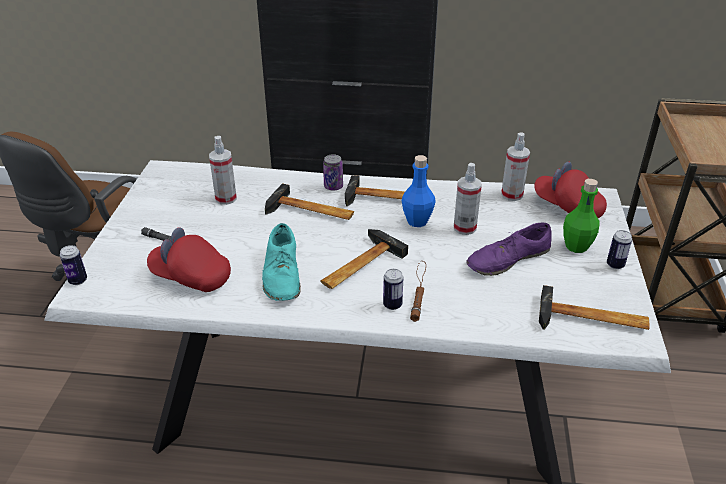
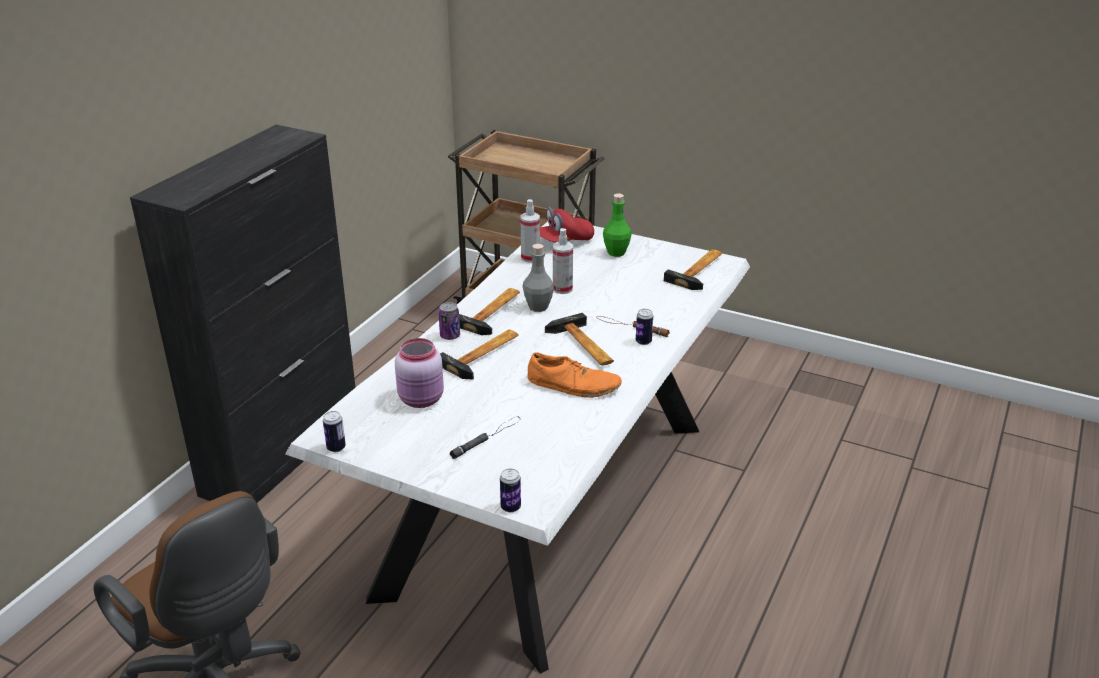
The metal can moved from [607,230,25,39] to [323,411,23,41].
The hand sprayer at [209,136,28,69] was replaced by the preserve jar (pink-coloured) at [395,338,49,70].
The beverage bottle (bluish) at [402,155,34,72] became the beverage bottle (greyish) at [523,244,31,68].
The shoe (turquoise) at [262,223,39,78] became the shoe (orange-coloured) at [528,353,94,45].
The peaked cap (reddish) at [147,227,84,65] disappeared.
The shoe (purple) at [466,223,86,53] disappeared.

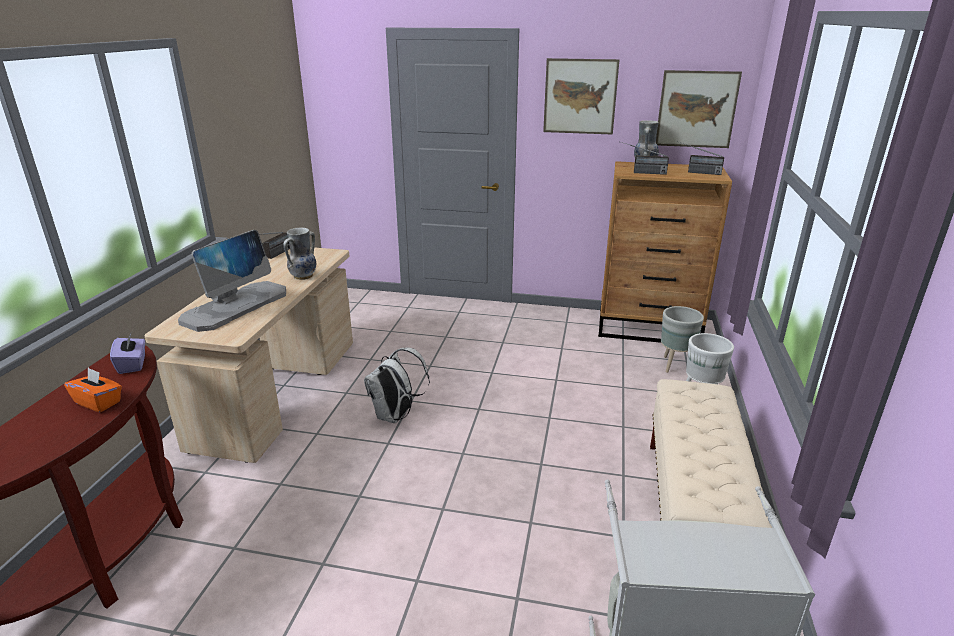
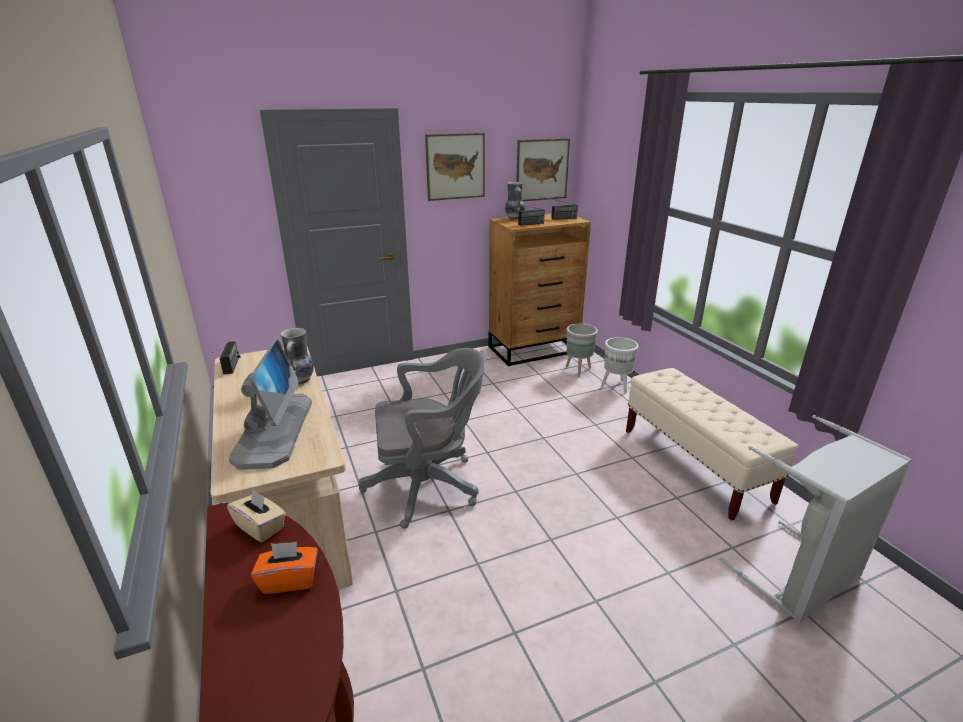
The box of tissues (purple) at [110,334,35,40] became the box of tissues (sand-coloured) at [227,489,59,54].
The backpack (whitish) at [364,347,66,76] was replaced by the desk chair (greyish) at [359,348,126,181].

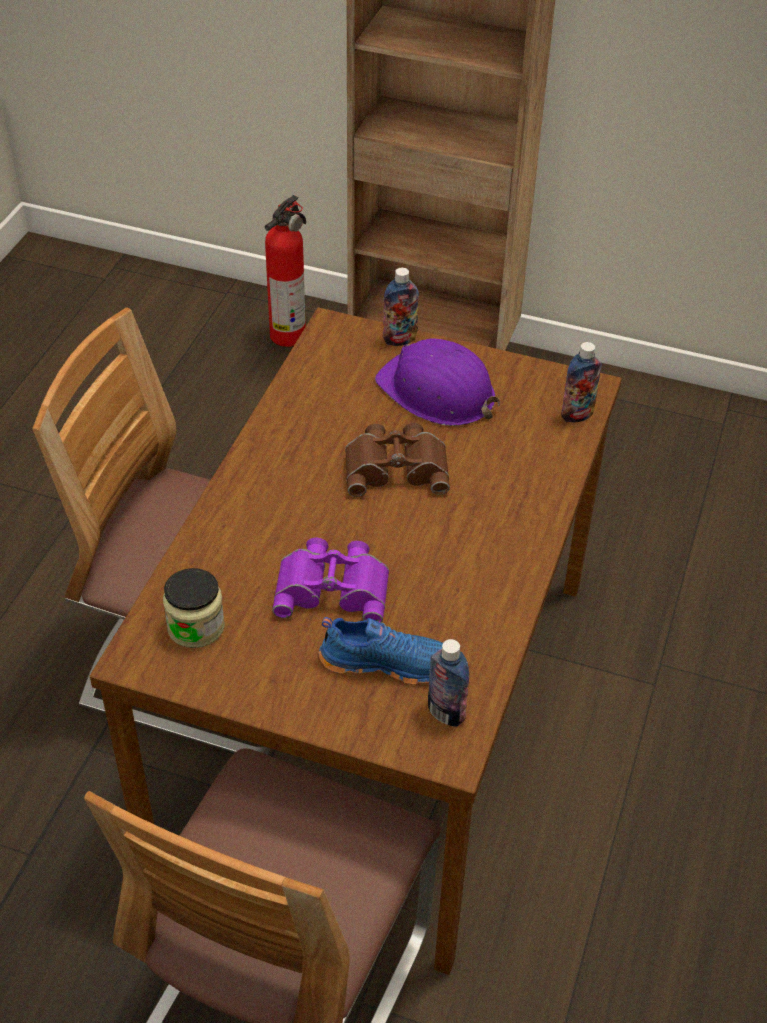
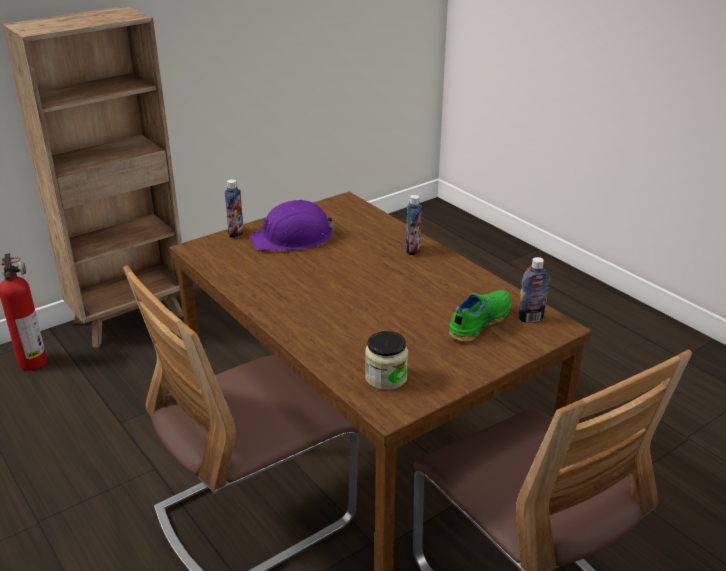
The beverage bottle moved from [561,342,41,80] to [406,195,16,60].
The shoe (bluish) at [319,617,124,67] became the shoe (green) at [448,290,63,52].
The pair of binoculars (purple) at [272,537,117,85] disappeared.
The pair of binoculars (brown-coloured) at [345,423,105,74] disappeared.

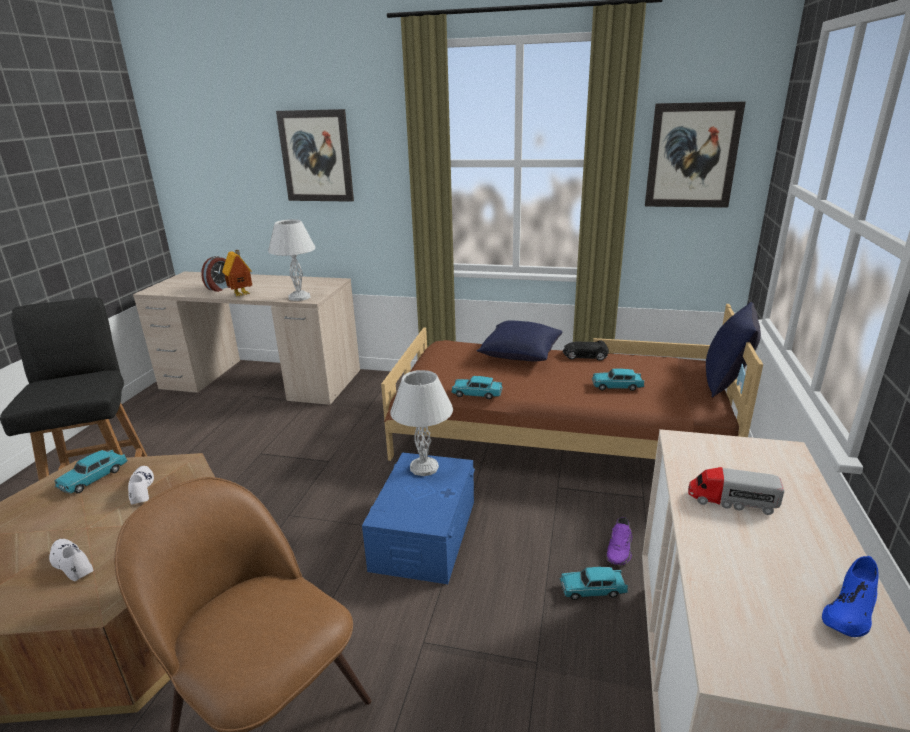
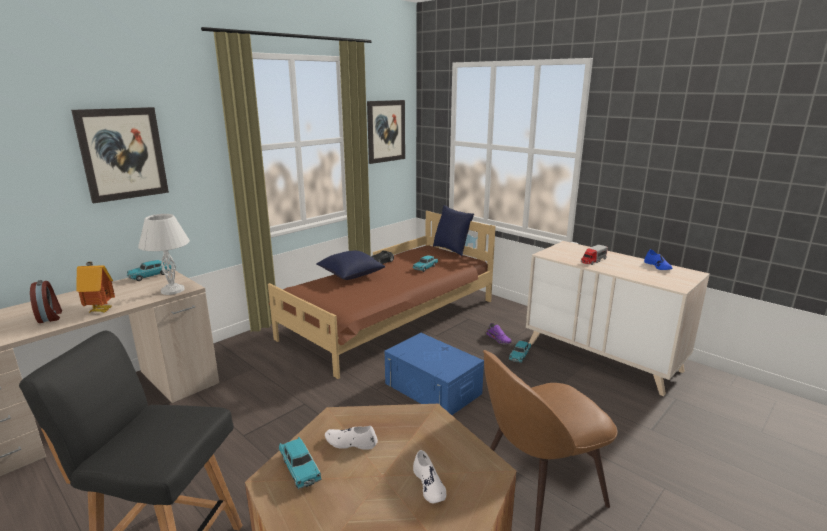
The model car (turquoise) moved from [451,376,52,23] to [127,260,45,21].
The shoe (whitish) at [49,539,45,42] turned 90 degrees counterclockwise.
The lamp for a table (whitish) at [390,370,63,106] disappeared.

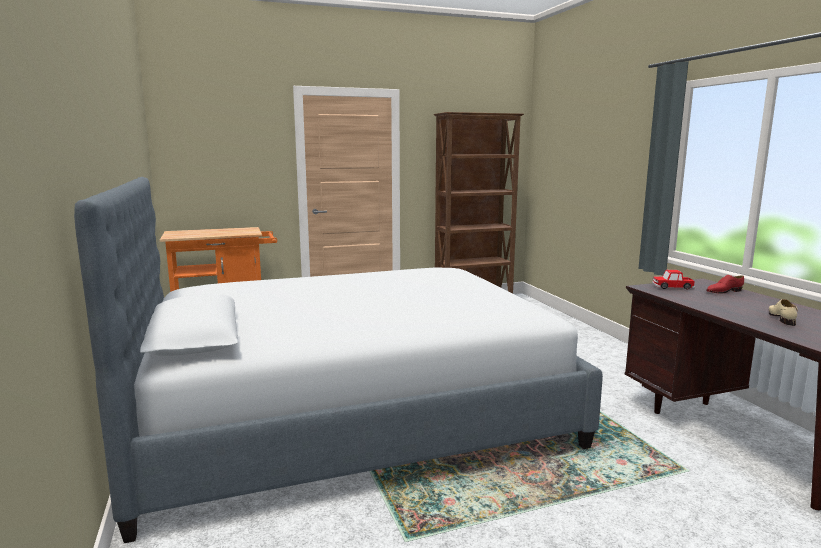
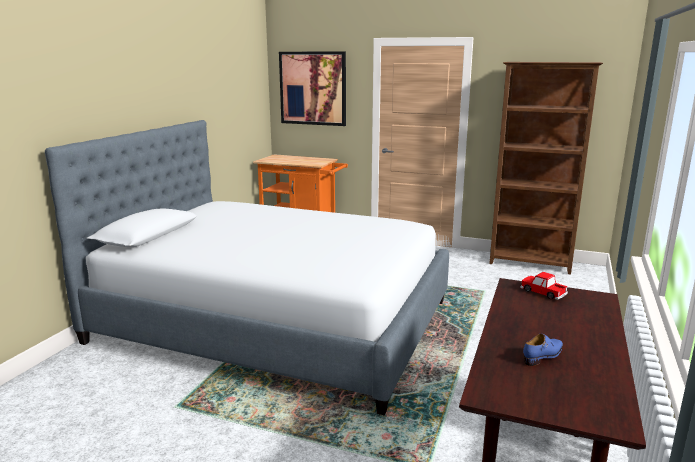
The wall picture at [279,52,67,74] appeared.
The shoe (sand-coloured) at [769,299,29,27] became the shoe (bluish) at [523,334,40,32].
The shoe (reddish) at [707,275,37,19] disappeared.

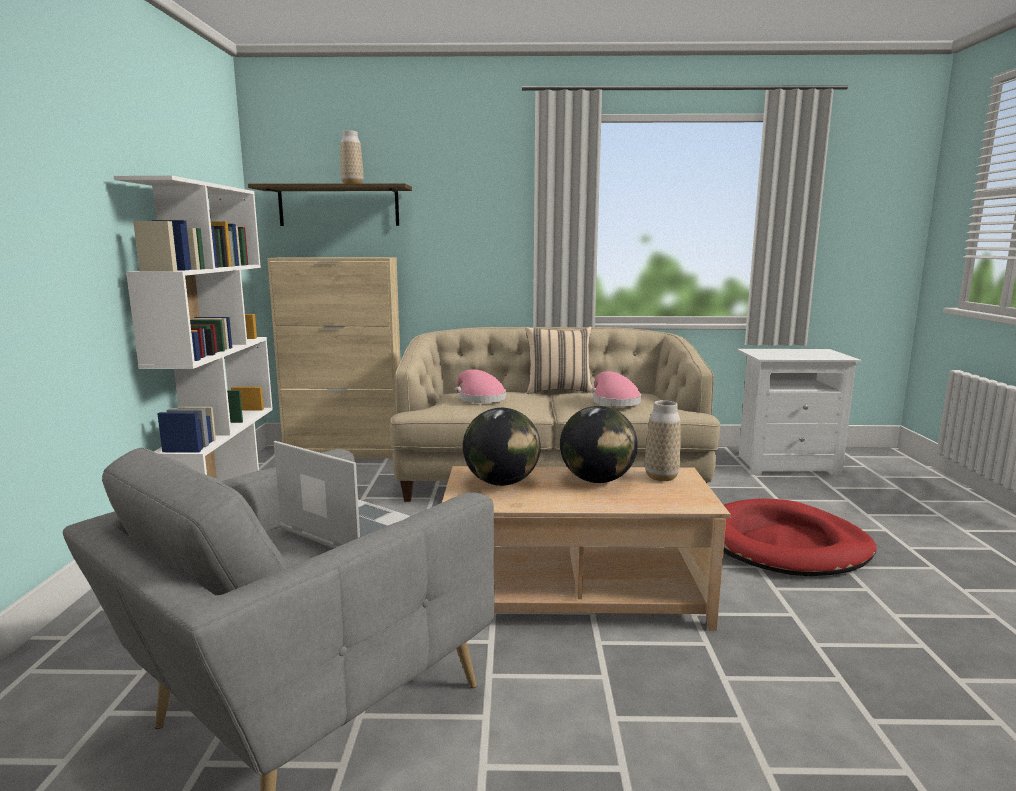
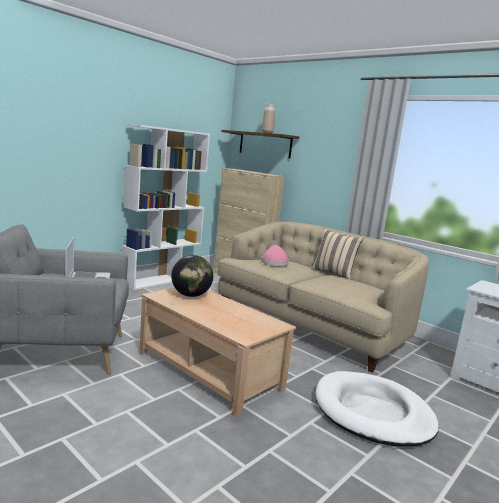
The dog cushion (reddish) at [723,498,153,78] became the dog cushion (whitish) at [315,371,124,76].
The desk globe at [560,406,78,77] disappeared.
The clothing hat (pink-coloured) at [591,371,50,36] disappeared.
The decorative vase at [645,400,36,81] disappeared.

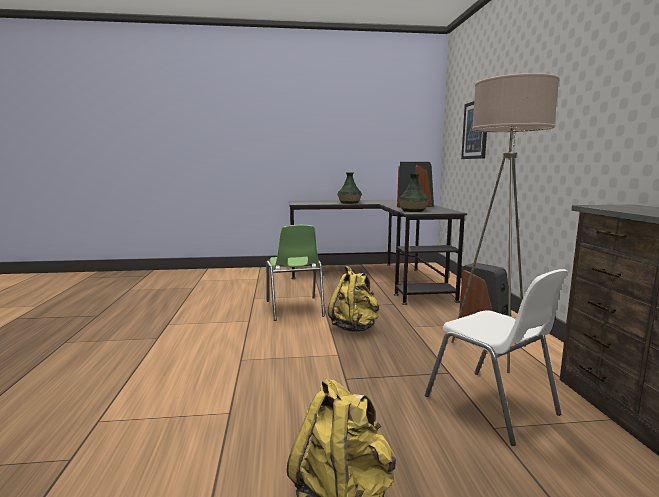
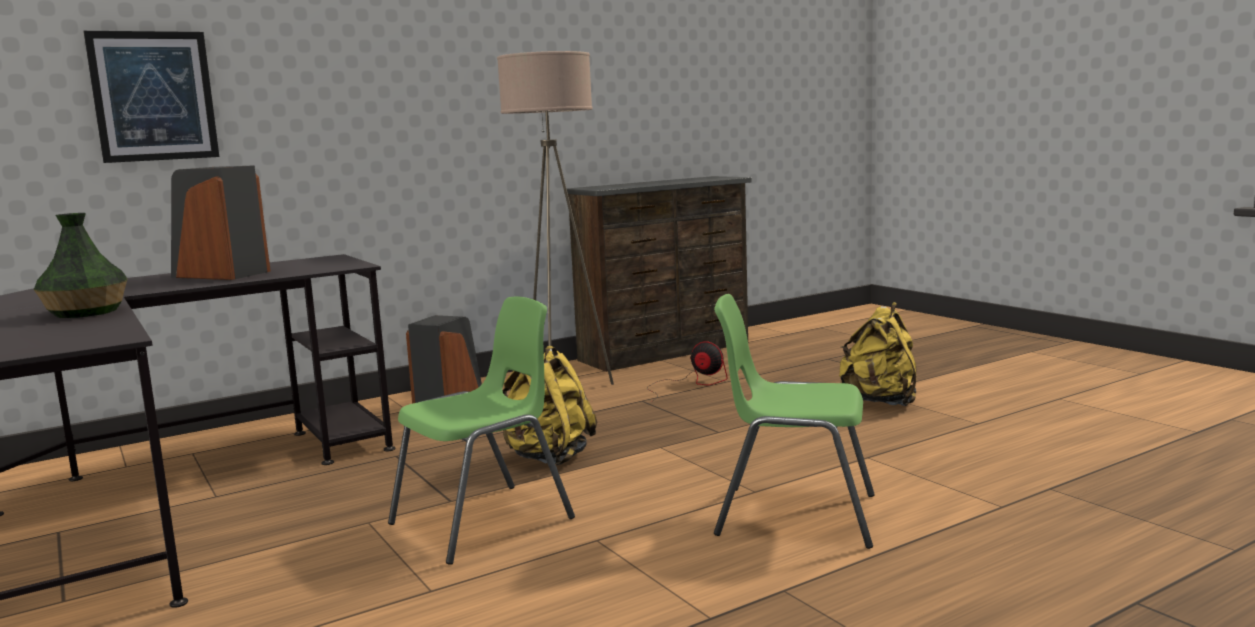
The upright chair (whitish) at [425,269,143,177] was replaced by the fan at [648,341,80,60].
The upright chair (green) at [714,294,161,255] appeared.
The decorative vase at [398,174,31,38] disappeared.

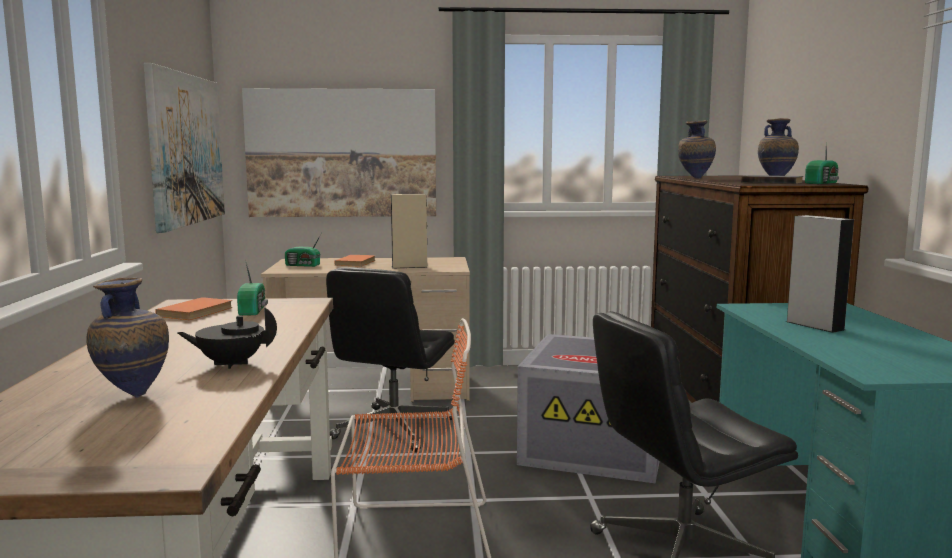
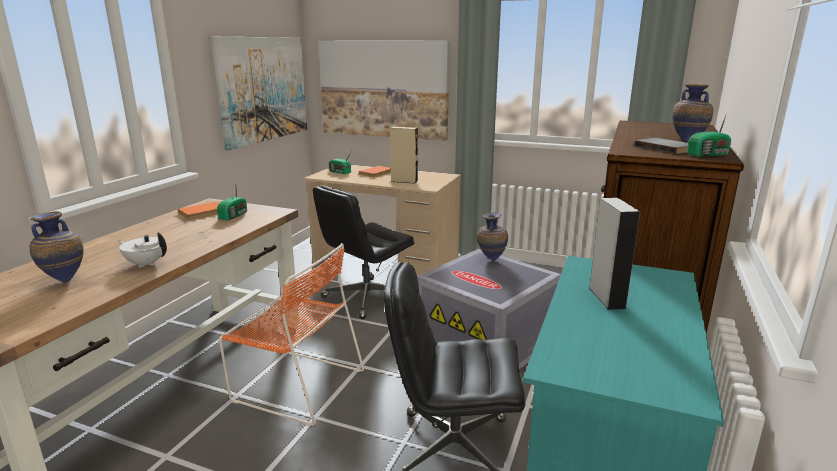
The teapot (black) at [177,307,100,62] became the teapot (whitish) at [117,232,50,36].
The decorative vase moved from [678,120,38,59] to [477,212,31,49].

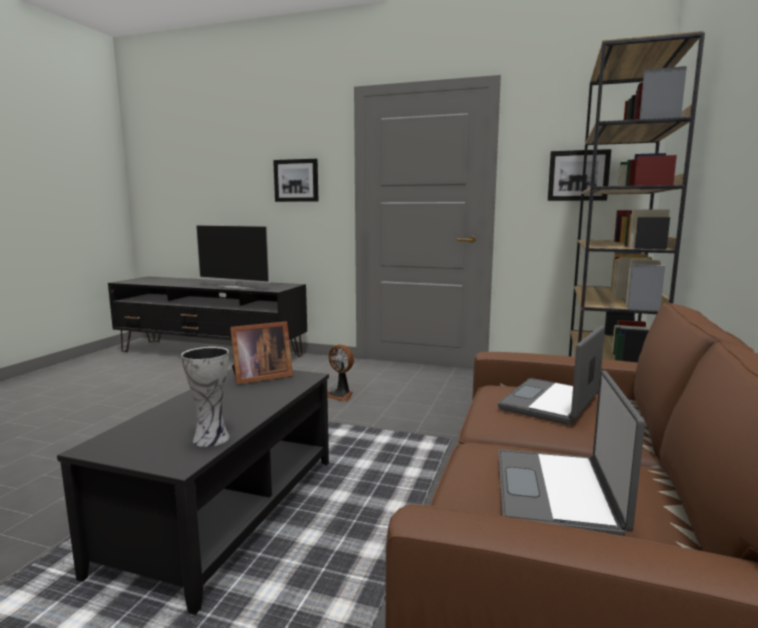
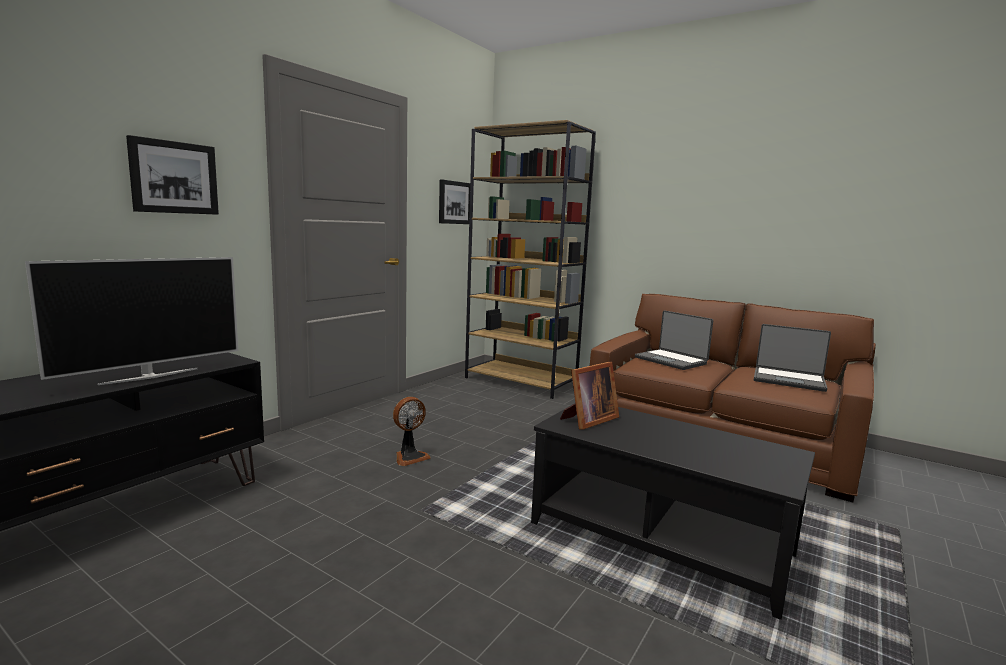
The picture frame at [230,321,63,63] turned 60 degrees clockwise.
The decorative vase at [181,347,48,100] disappeared.

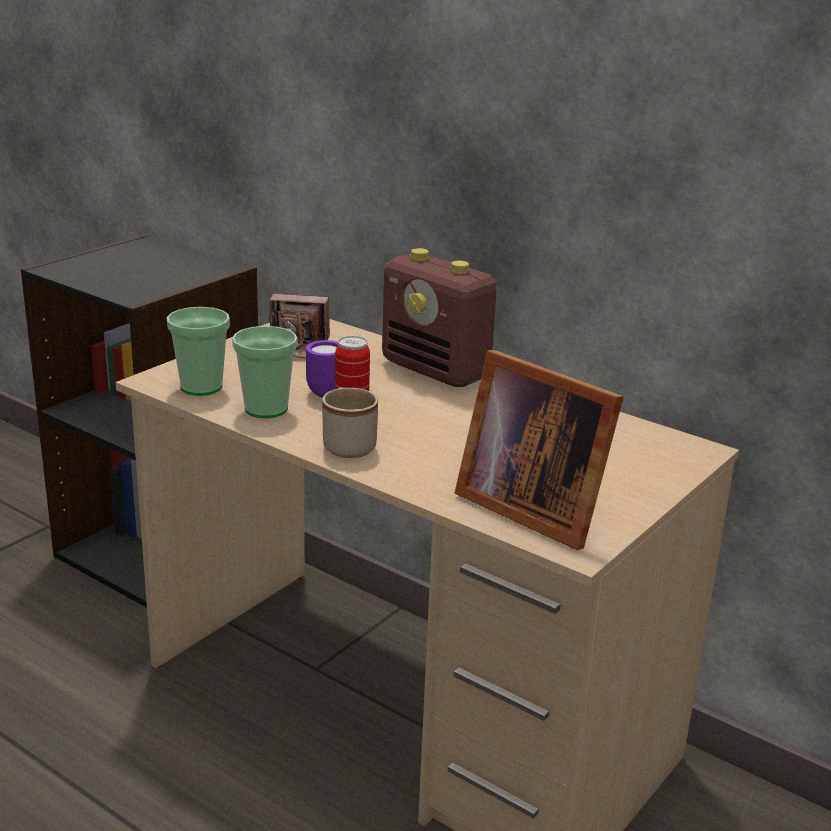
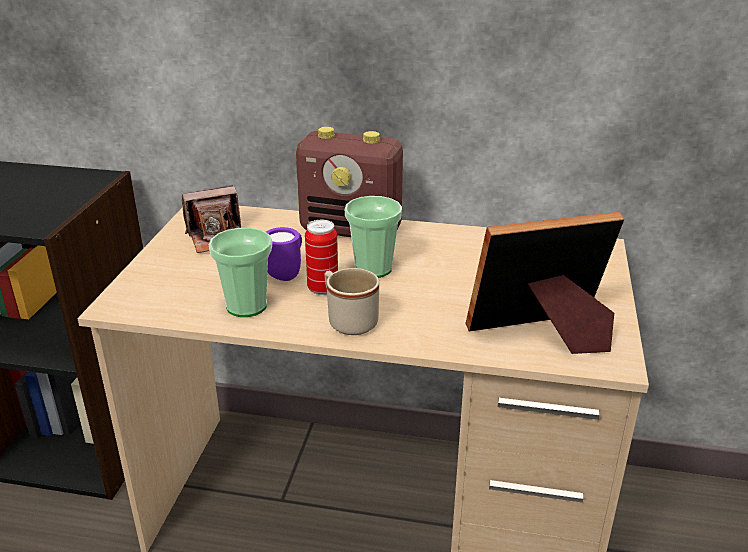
The cup moved from [167,307,63,89] to [344,196,58,82].
The picture frame at [455,350,169,200] turned 150 degrees clockwise.

